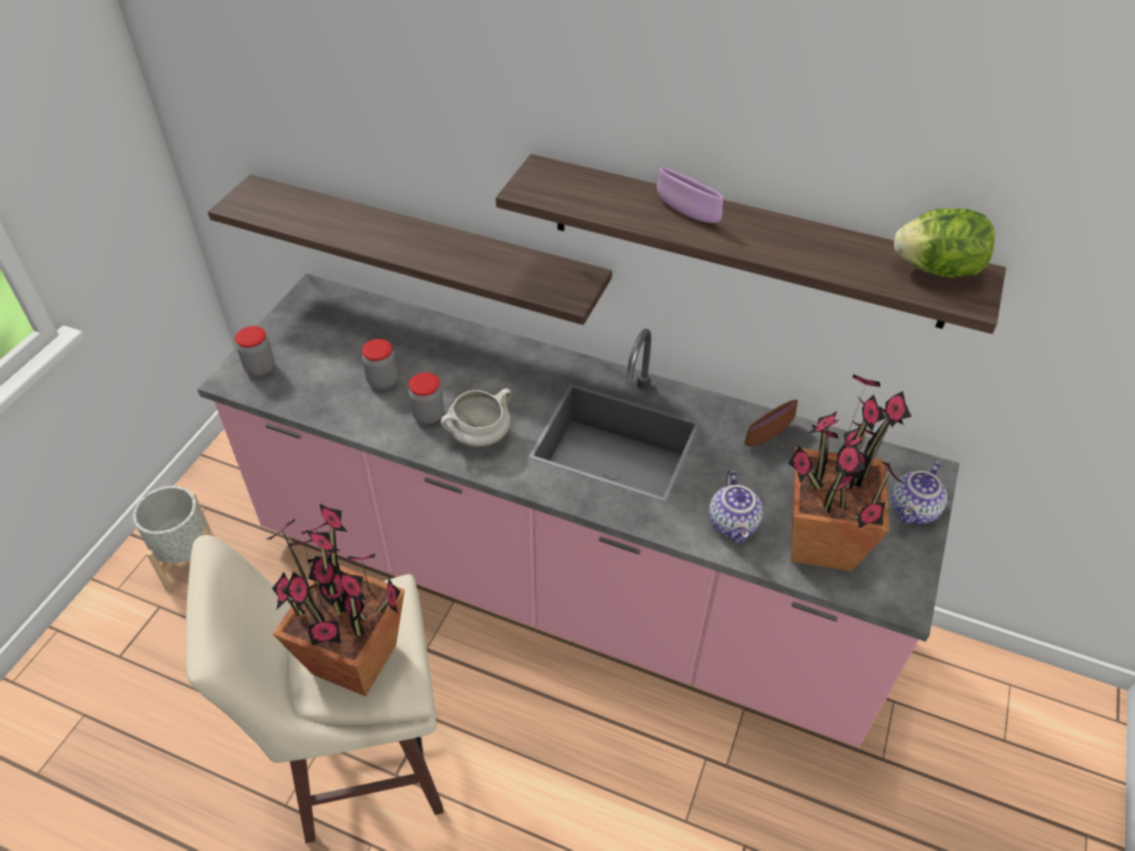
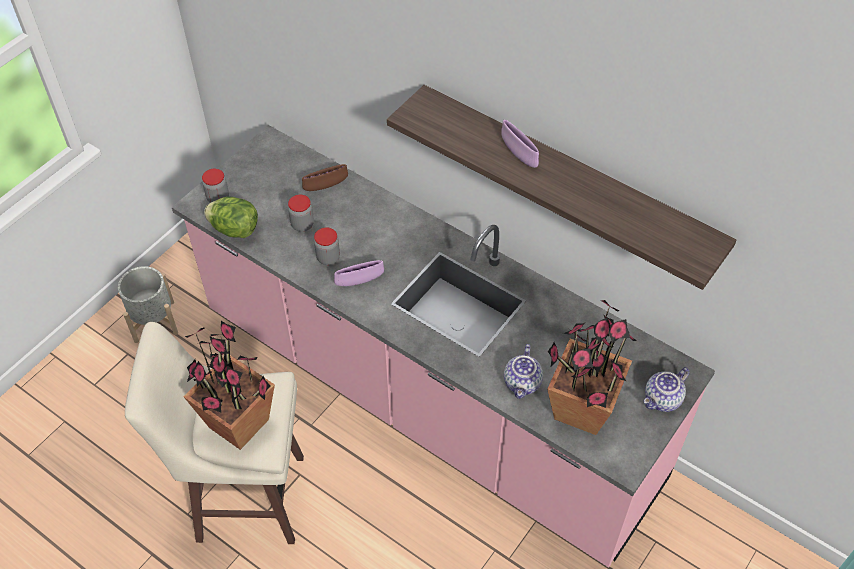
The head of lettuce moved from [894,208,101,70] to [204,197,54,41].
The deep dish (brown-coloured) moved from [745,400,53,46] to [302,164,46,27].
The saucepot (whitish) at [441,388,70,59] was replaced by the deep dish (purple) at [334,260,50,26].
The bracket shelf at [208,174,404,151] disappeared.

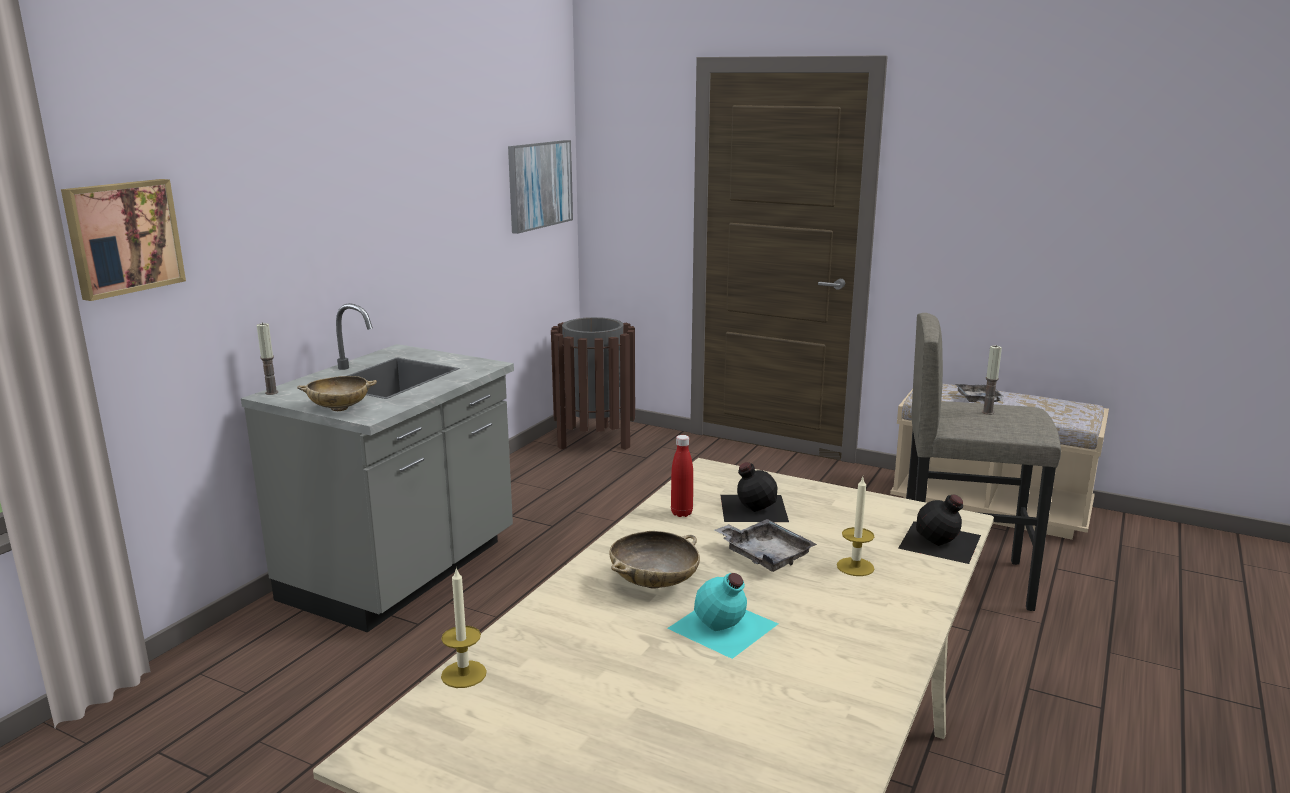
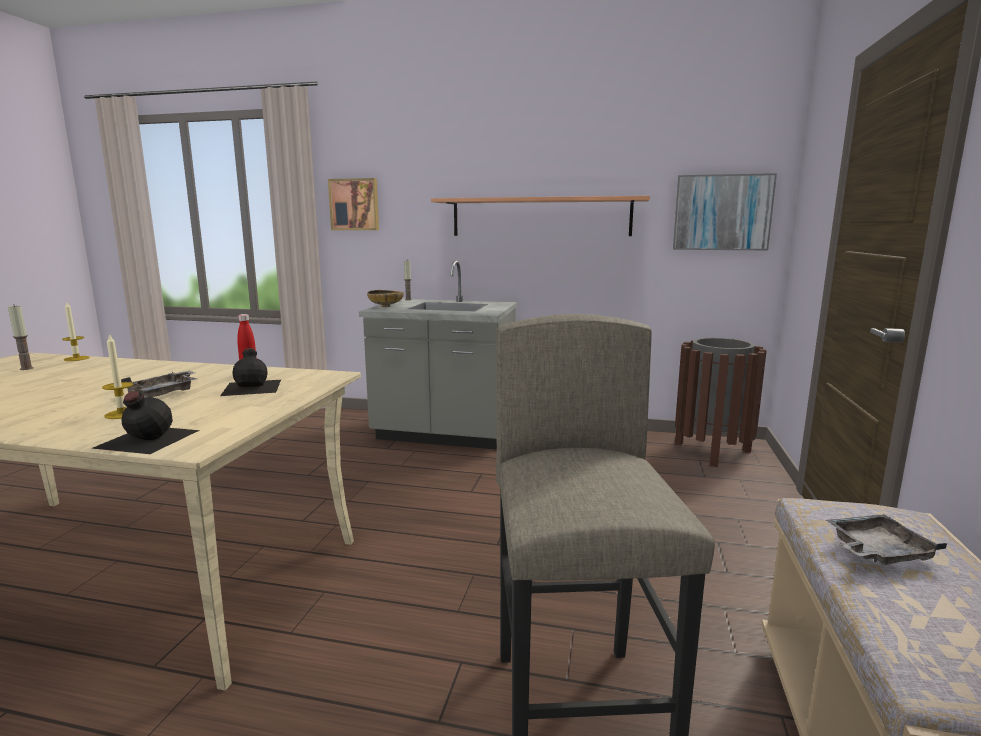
The wax candle moved from [982,345,20,70] to [8,304,26,66].
The bracket shelf at [431,196,219,40] appeared.
The deep dish (sand-coloured) at [610,531,90,58] disappeared.
The beverage bottle (turquoise) at [667,573,111,86] disappeared.

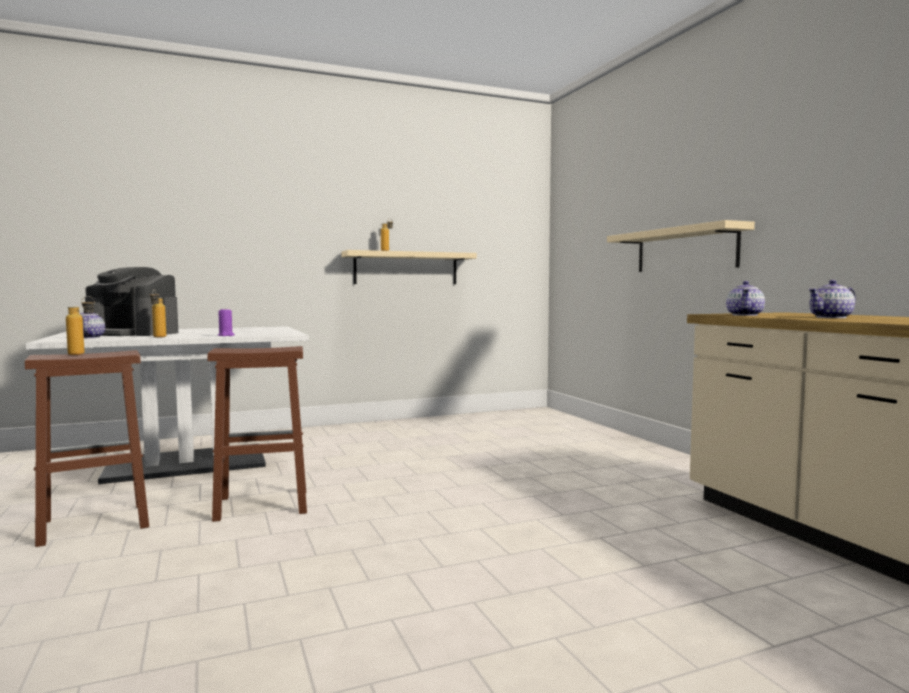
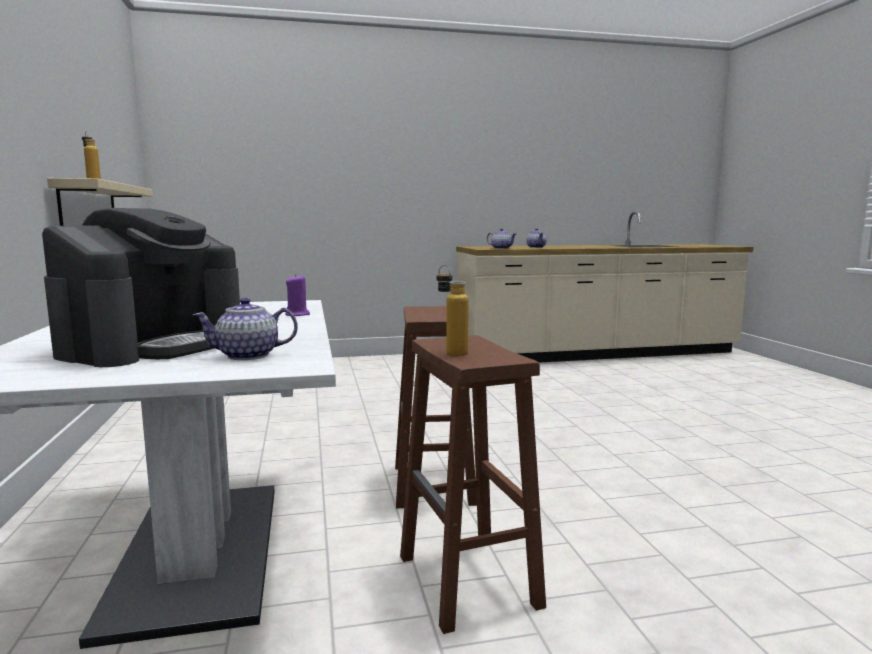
The beverage bottle at [150,289,16,48] disappeared.
The bracket shelf (sand-coloured) at [607,220,148,52] disappeared.

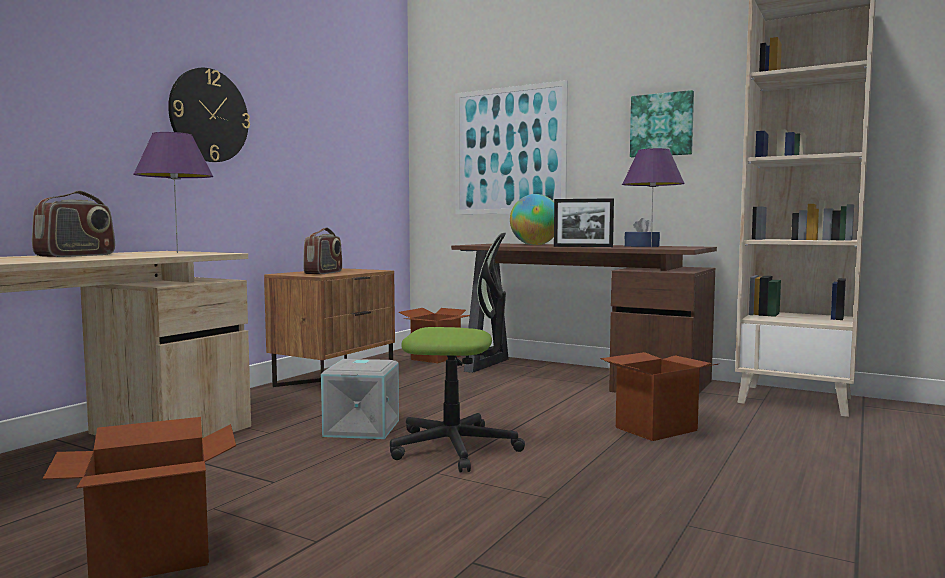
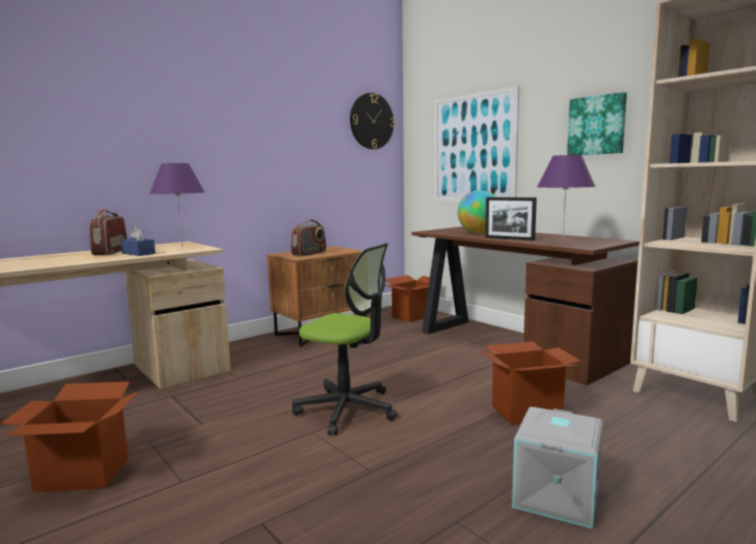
The radio at [32,191,83,66] turned 135 degrees clockwise.
The box of tissues (bluish) moved from [624,218,36,29] to [121,226,34,30].
The hanging clock moved from [168,68,82,94] to [350,93,45,56].
The storage bin (greyish) moved from [321,359,78,80] to [512,407,91,122].

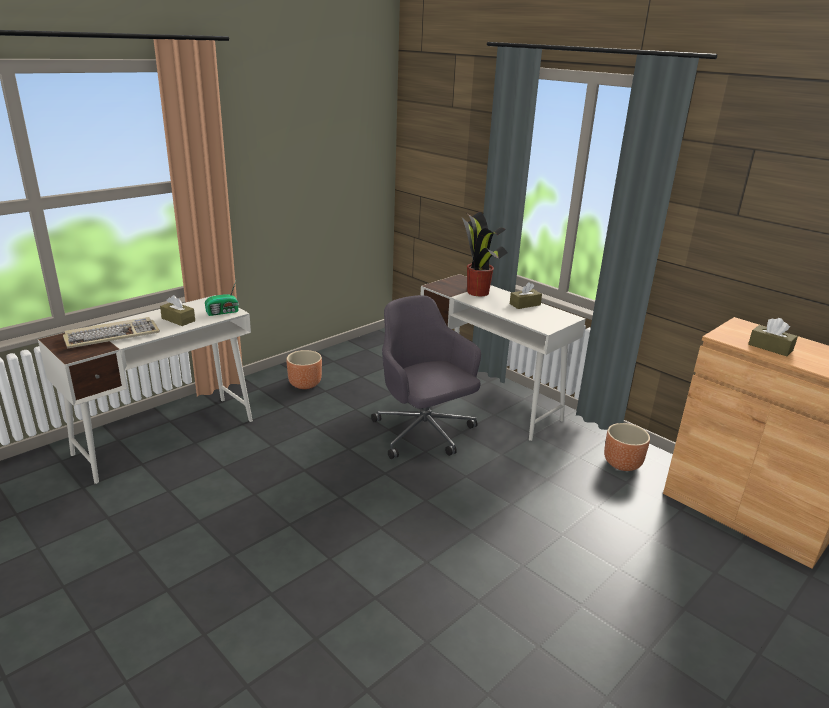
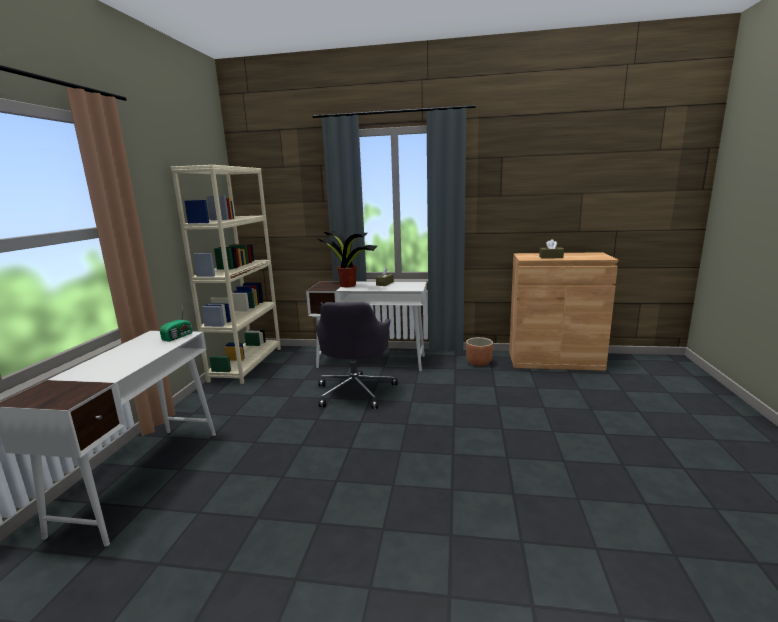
The bookcase (sand-coloured) at [171,165,110,219] appeared.
The desk chair (greyish) at [371,295,110,164] turned 105 degrees counterclockwise.
The computer keyboard at [63,317,97,32] disappeared.
The box of tissues (brown-coloured) at [160,295,35,31] disappeared.
The plant pot (brown-coloured) at [286,350,36,39] disappeared.

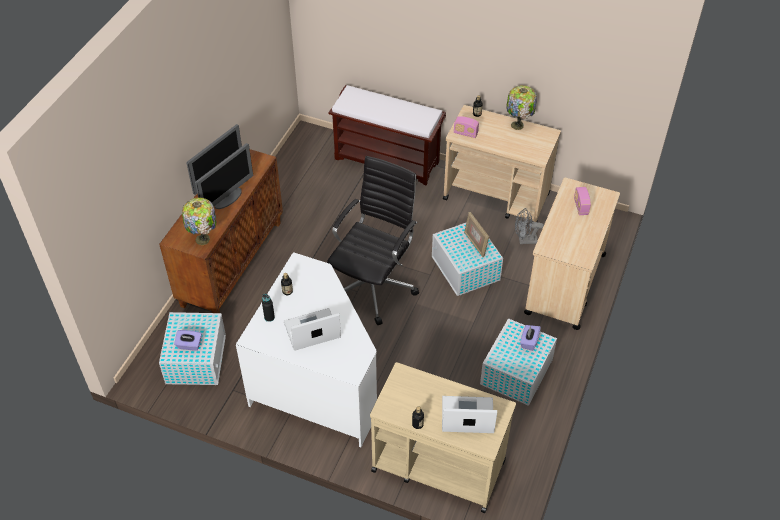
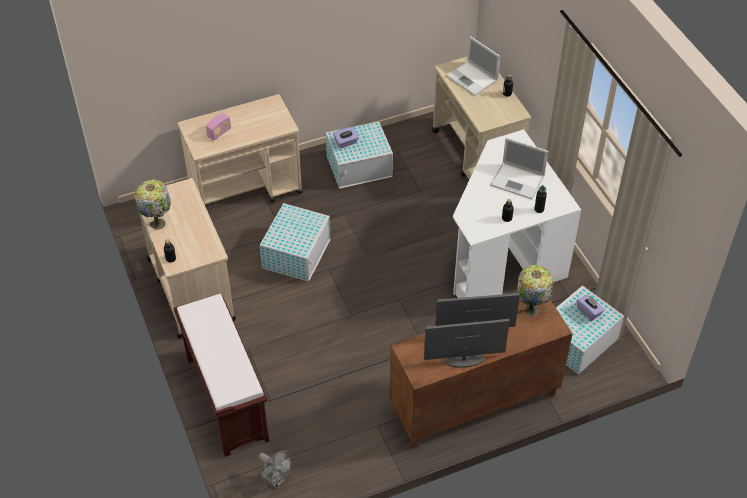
The fan (greyish) moved from [515,208,29,36] to [259,451,33,38].
The desk chair (black) at [327,156,92,169] disappeared.
The radio at [454,116,25,22] disappeared.
The picture frame at [464,212,25,45] disappeared.

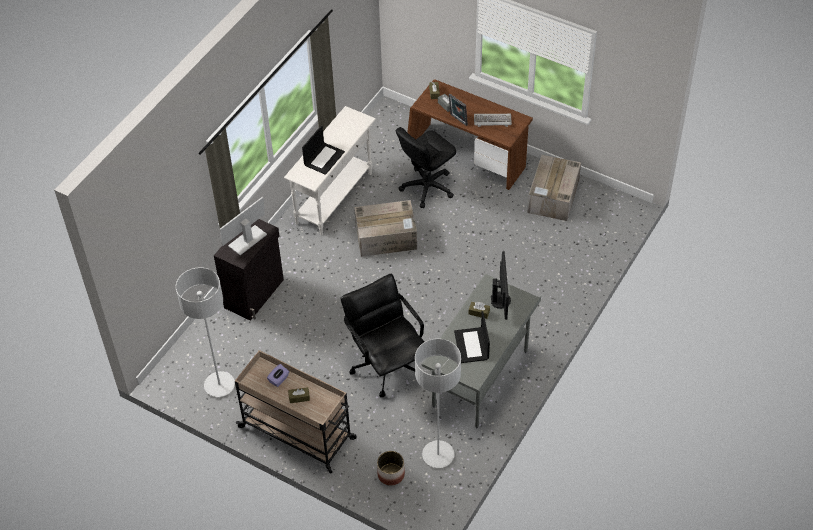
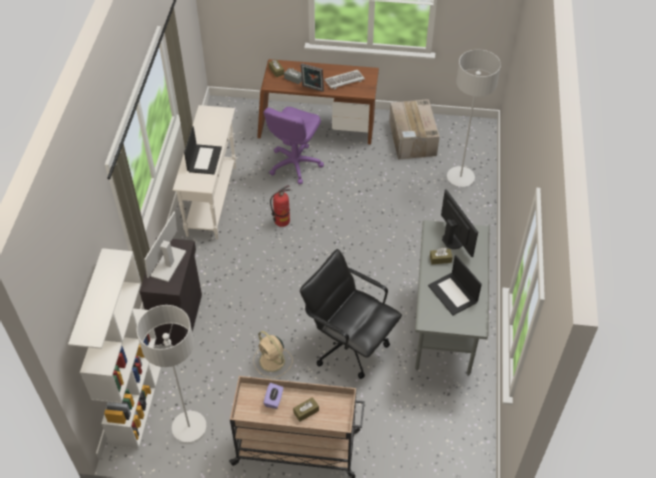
The bookcase (whitish) at [68,248,93,202] appeared.
The fan (sand-coloured) at [253,331,40,47] appeared.
The desk chair (black) at [396,127,60,81] became the desk chair (purple) at [264,107,60,77].
The carton at [354,200,63,57] was replaced by the fire-fighting cylinder at [270,185,21,42].
The floor lamp (greyish) moved from [415,339,46,129] to [447,49,54,138].
The plant pot at [377,451,28,35] disappeared.

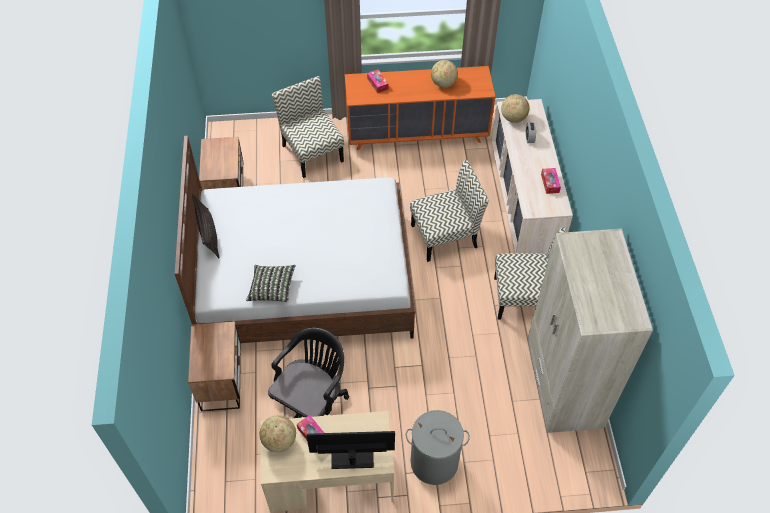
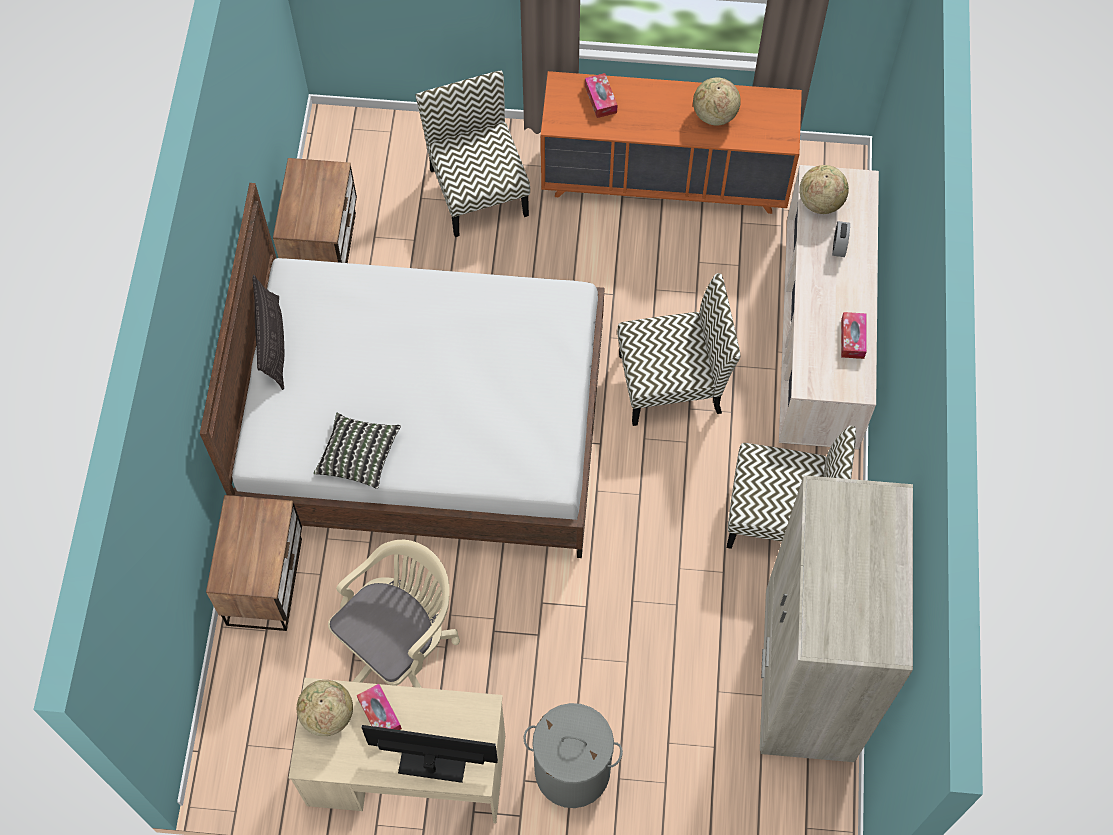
The desk chair (black) at [268,328,81,90] became the desk chair (sand-coloured) at [328,540,132,148].

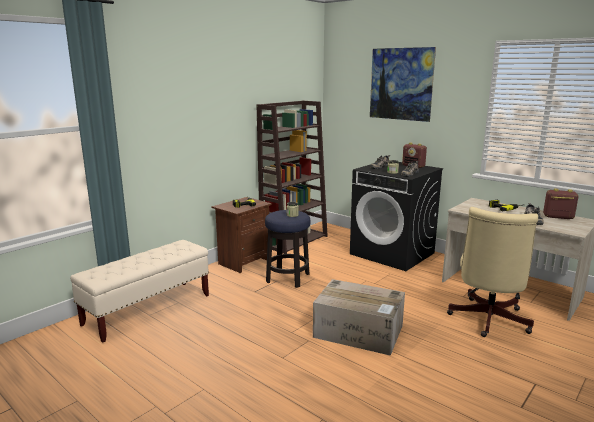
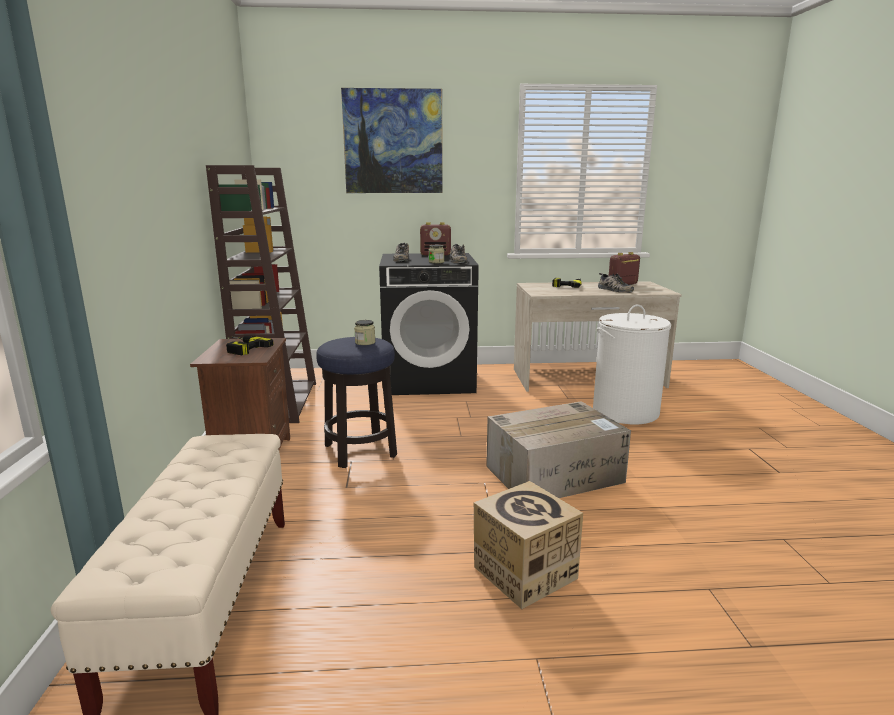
The carton at [474,481,109,128] appeared.
The desk chair (sand-coloured) at [447,207,91,130] was replaced by the washing basket (whitish) at [593,304,78,120].

